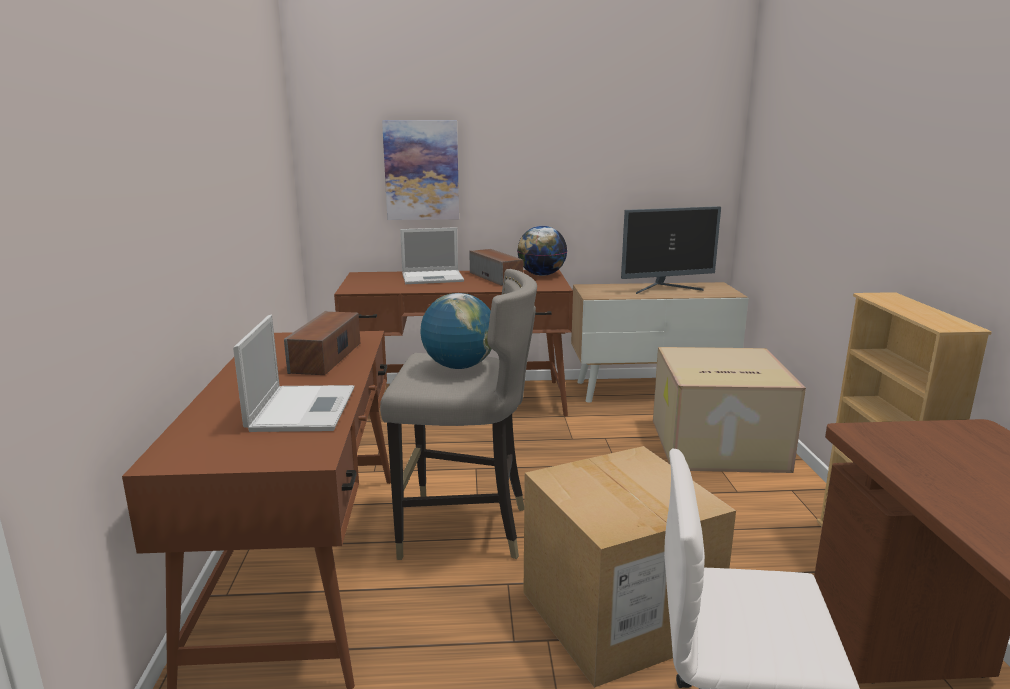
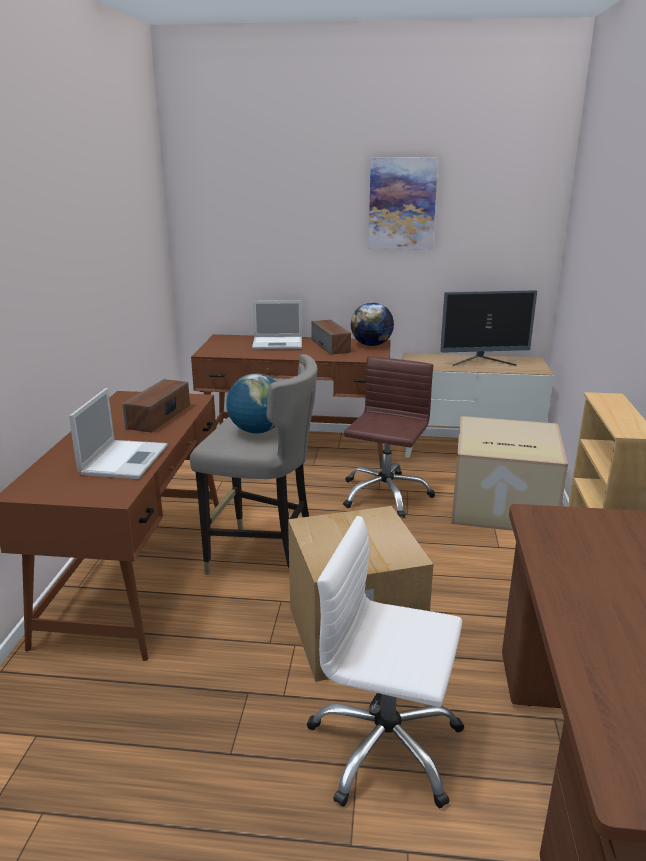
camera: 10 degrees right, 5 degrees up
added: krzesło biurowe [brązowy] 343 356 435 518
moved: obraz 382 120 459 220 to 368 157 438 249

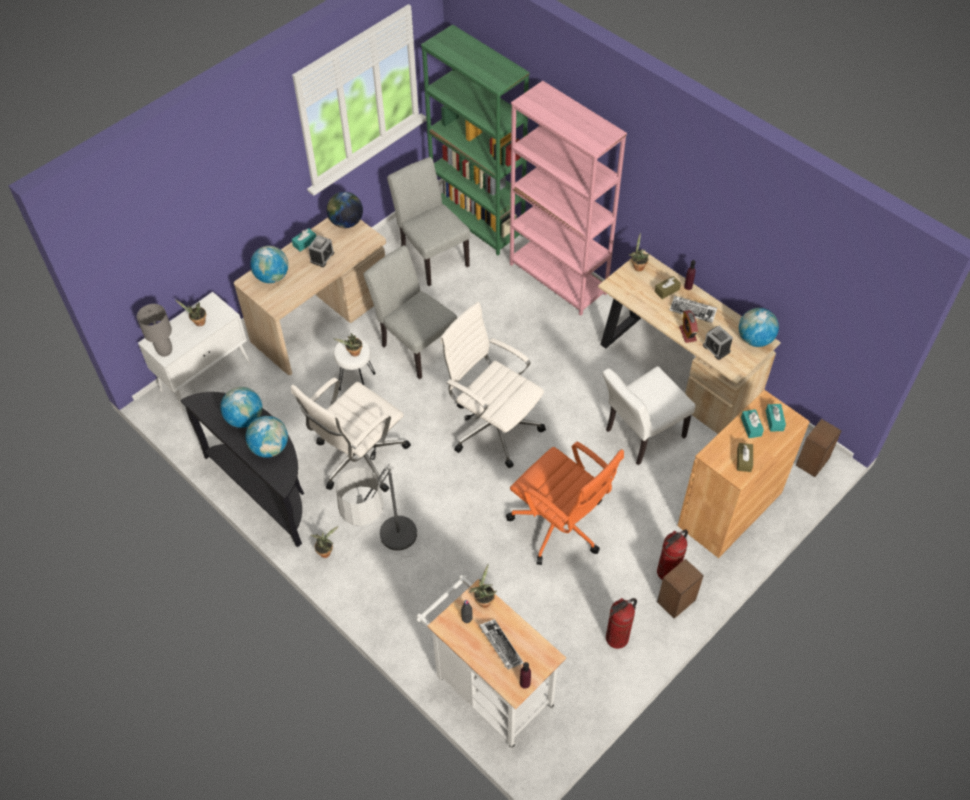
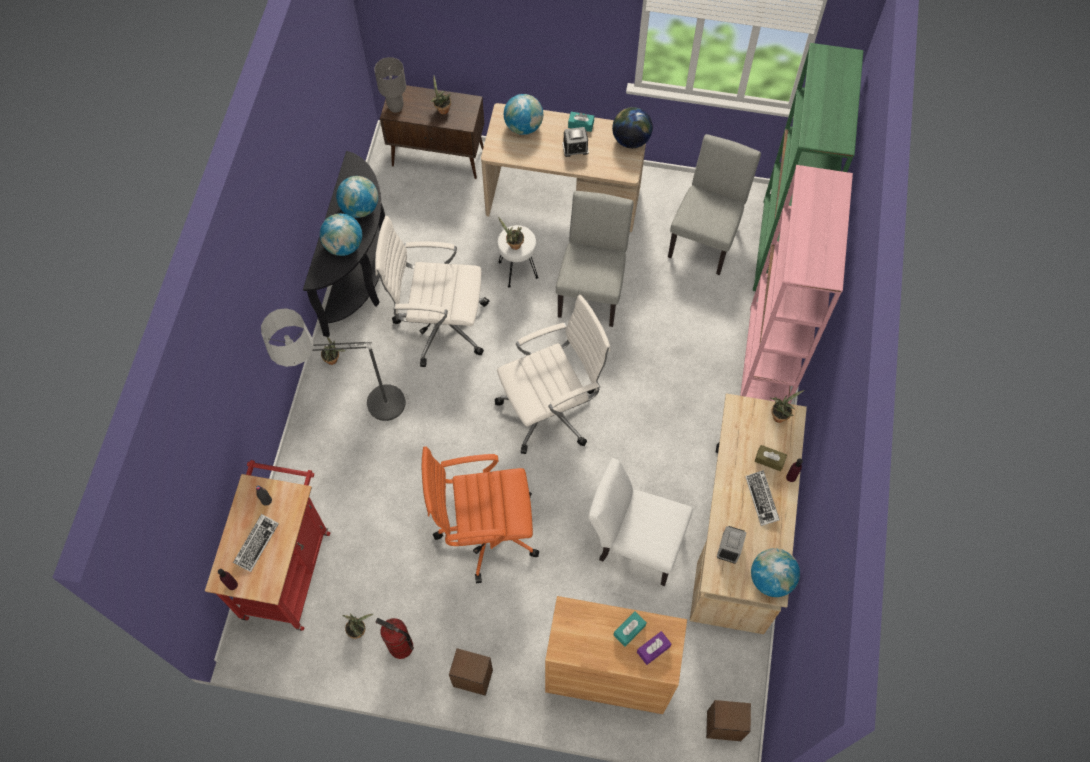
camera: 55 degrees right, 10 degrees up
removed: gaśnica 657 529 688 580; budzik 679 310 698 343; pudełko chusteczek [brązowy] 737 443 753 472
moved: roślina doniczkowa 469 564 497 608 to 342 614 374 639
recoloured: szafka [biały] 138 292 251 413 to szafka [brązowy] 380 85 484 179; wózek [biały] 416 575 566 748 to wózek [czerwony] 205 460 330 631; pudełko chusteczek [turkusowy] 766 404 786 432 to pudełko chusteczek [fioletowy] 637 631 671 665
turned: krzesło biurowe [biały] 440 302 546 468 = 495 295 611 454 60 degrees clockwise; krzesło biurowe [pomarańczowy] 506 442 624 565 = 422 446 539 583 75 degrees clockwise

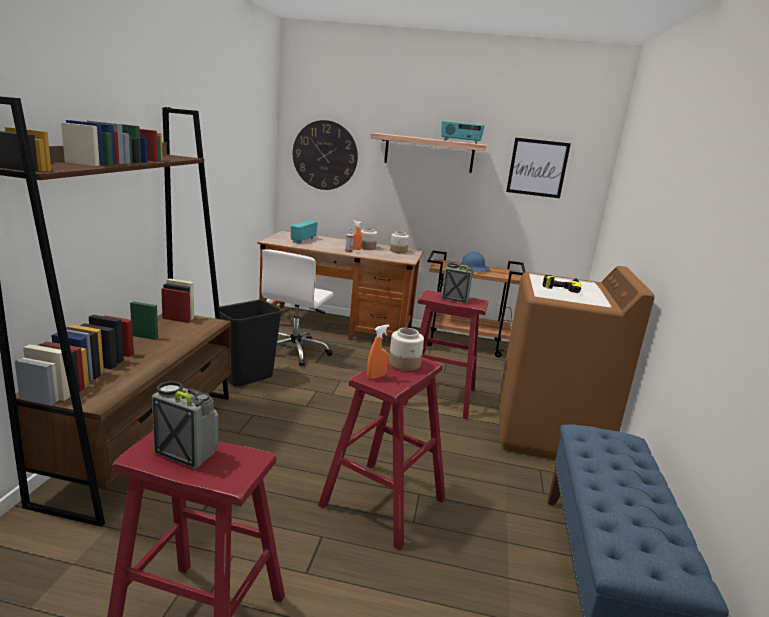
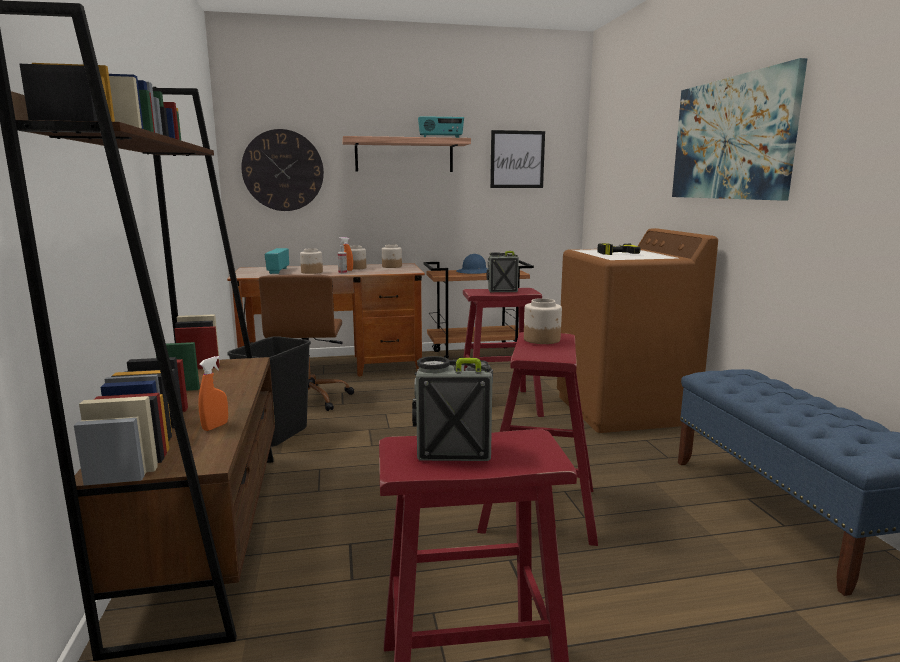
camera: 20 degrees left, 5 degrees down
added: słoik 300 248 323 274; obraz 672 58 807 200
moved: spryskiwacz [pomarańczowy] 367 325 389 379 to 198 356 228 431
recoloured: krzesło biurowe [biały] 261 249 333 366 to krzesło biurowe [brązowy] 258 275 354 411

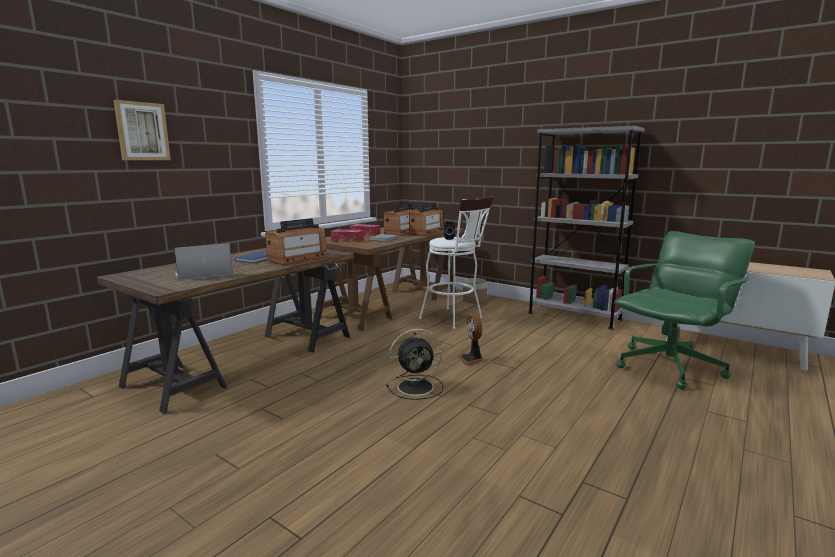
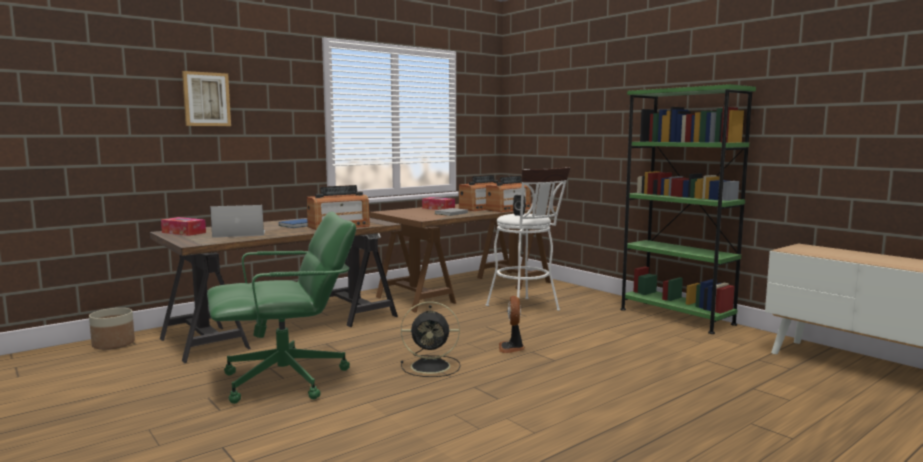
camera: 15 degrees right, 5 degrees down
moved: pudełko chusteczek 331 229 363 242 to 161 217 206 236; donica 463 278 487 304 to 89 308 135 350; krzesło biurowe [zielony] 614 231 755 389 to 207 212 356 404
recoloured: regał [szary] 528 126 644 330 to regał [zielony] 620 84 756 334

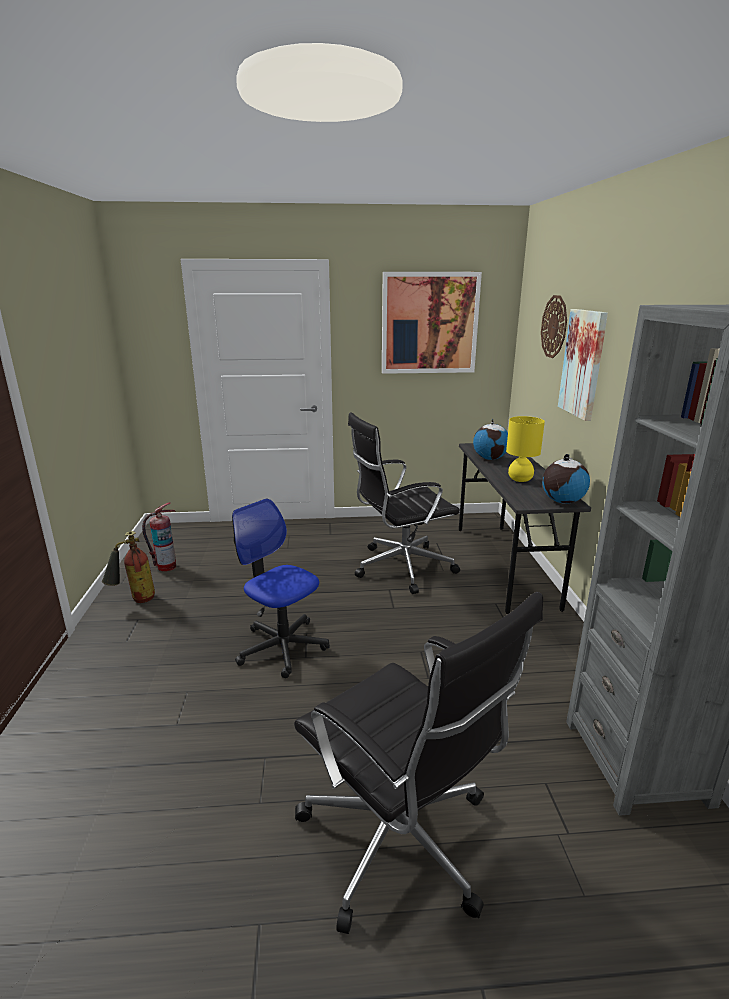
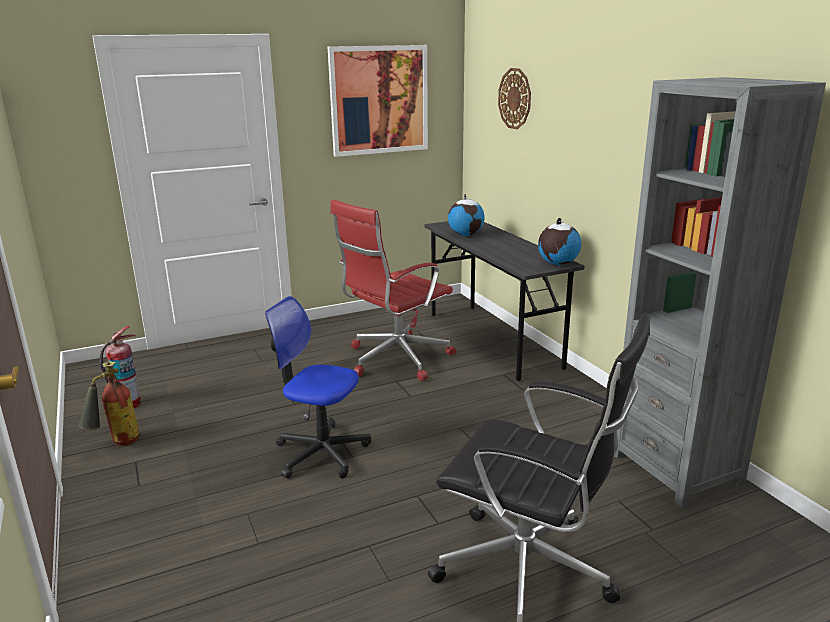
camera: 20 degrees left, 0 degrees up
removed: lampa stołowa [żółty] 506 416 545 482; obraz 558 309 608 421
recoloured: krzesło biurowe [czarny] 348 412 460 594 to krzesło biurowe [czerwony] 330 199 456 381

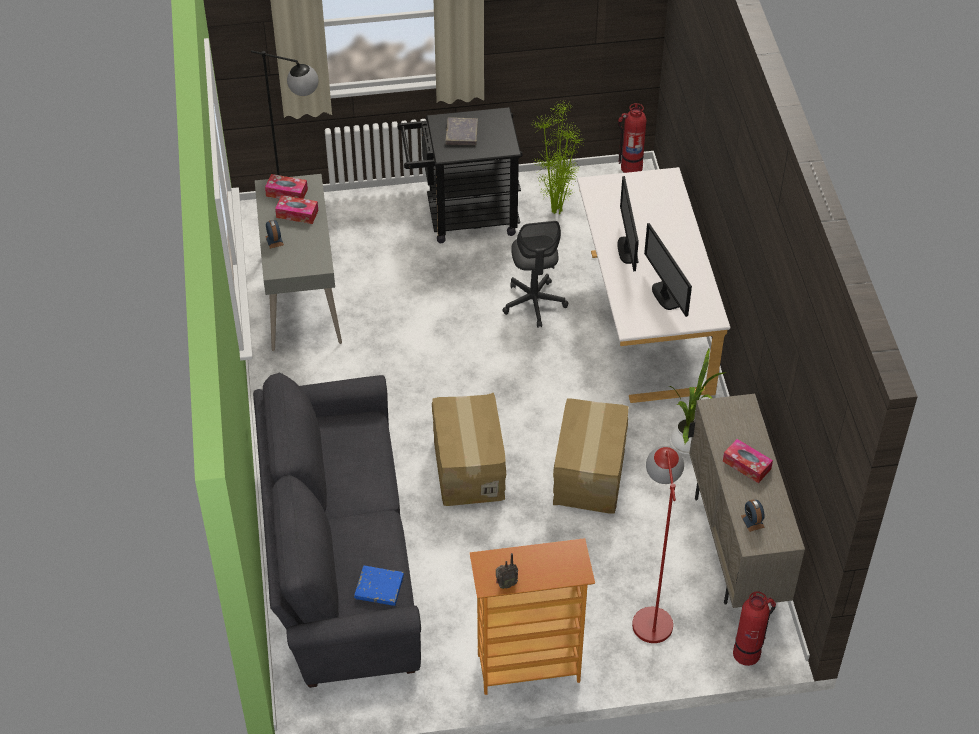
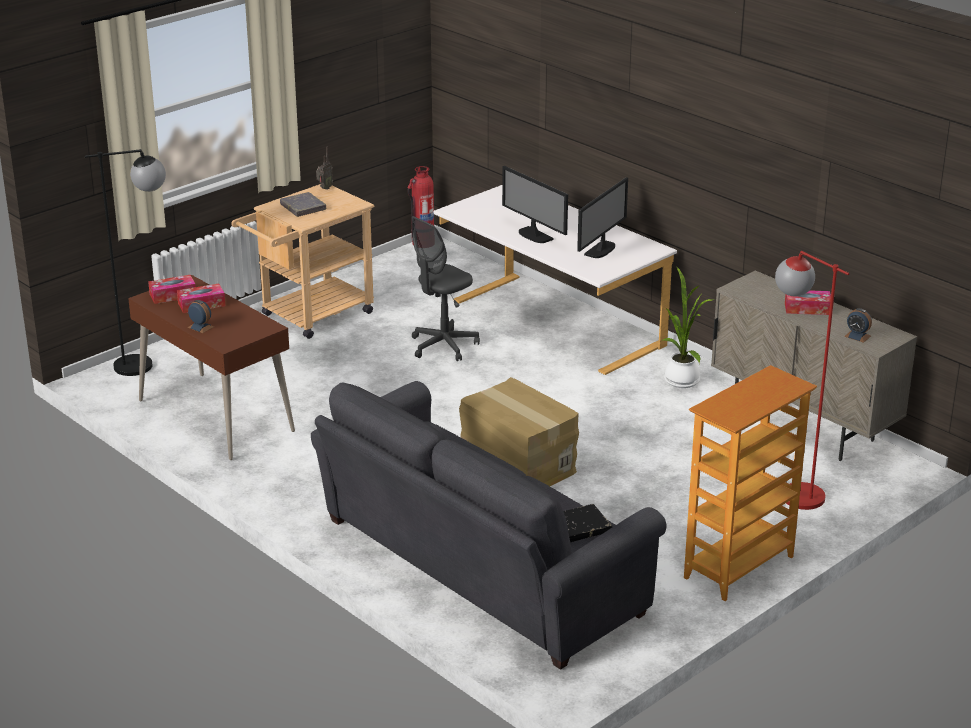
camera: 35 degrees left, 20 degrees down
removed: roślina doniczkowa 533 101 583 214; karton 553 398 628 514; gaśnica 733 592 776 666
moved: radio 496 553 518 589 to 316 146 333 190
recoloured: biurko [szary] 255 174 342 351 to biurko [brązowy] 128 275 295 460; książka [niebieski] 354 566 404 606 to książka [czarny] 563 504 612 542; wózek [czarny] 397 107 523 243 to wózek [beżowy] 231 184 374 339
turned: krzesło biurowe [szary] 502 221 568 328 = 412 216 480 361 90 degrees clockwise; monitor 644 223 692 317 = 577 177 628 258 90 degrees counterclockwise

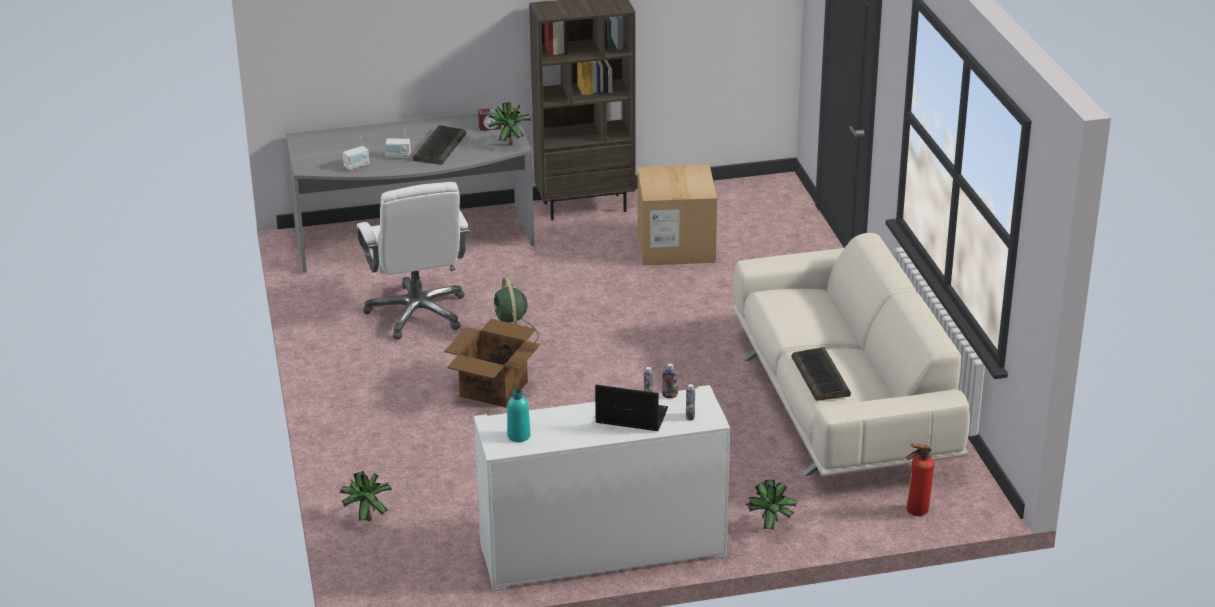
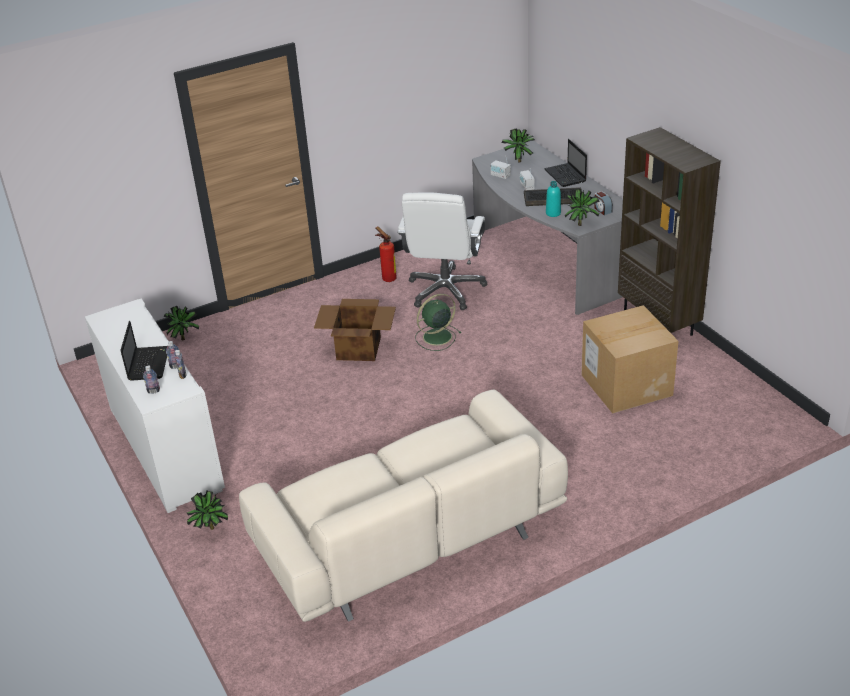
camera: 75 degrees right, 5 degrees up
removed: klawiatura 791 347 851 401
added: roślina doniczkowa 502 128 535 163; laptop 544 139 587 187
moved: butelka [turkusowy] 507 389 531 442 to 546 181 561 217; gaśnica 906 444 935 516 to 375 226 397 282
turned: krzesło biurowe [biały] 357 182 470 340 = 397 193 487 310 45 degrees counterclockwise

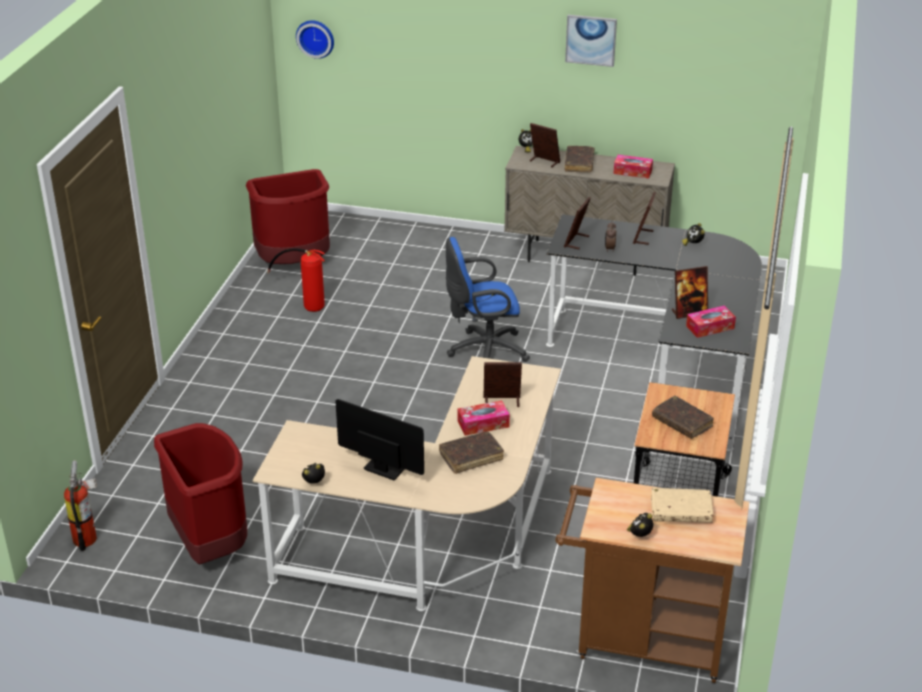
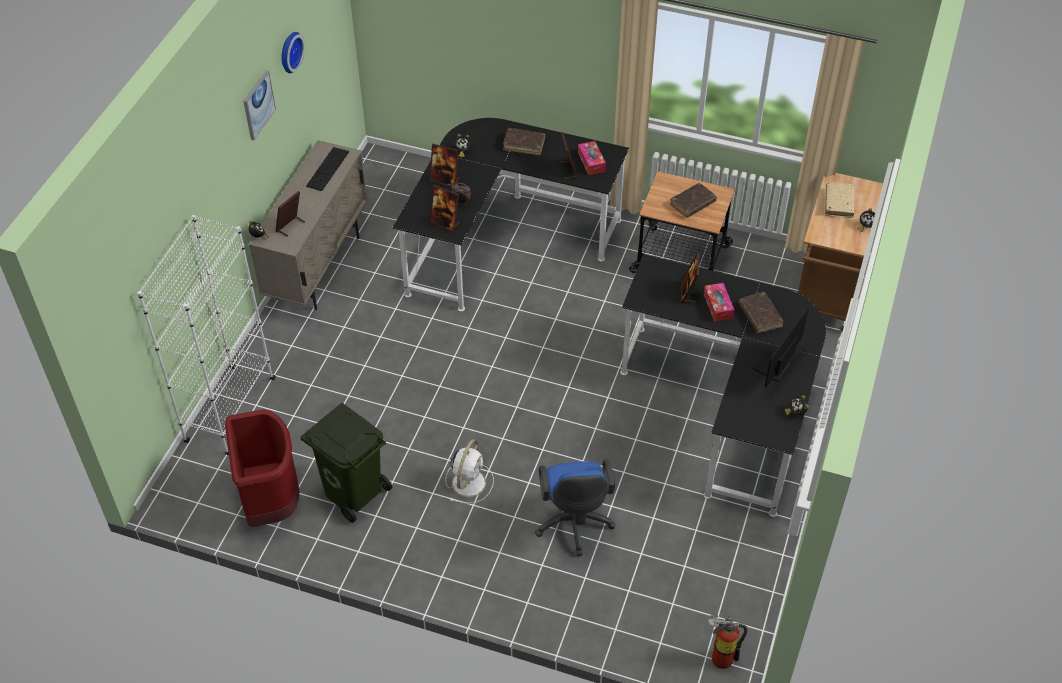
camera: 85 degrees left, 15 degrees up
removed: kosz na śmieci [czerwony] 154 423 247 564
added: regał [biały] 137 215 276 455; wentylator [biały] 445 439 494 503
moved: zegar ścienny 296 20 334 59 to 281 32 305 73; krzesło biurowe [niebieski] 446 237 530 362 to 535 459 615 556; książka [brązowy] 565 146 594 172 to 503 128 545 155
replaced: gaśnica 267 248 325 312 to kosz na śmieci [zielony] 301 403 392 523; pudełko chusteczek 613 155 653 178 to klawiatura 306 147 349 191
recoloured: biurko [beżowy] 252 356 561 611 to biurko [czarny] 620 254 826 517

